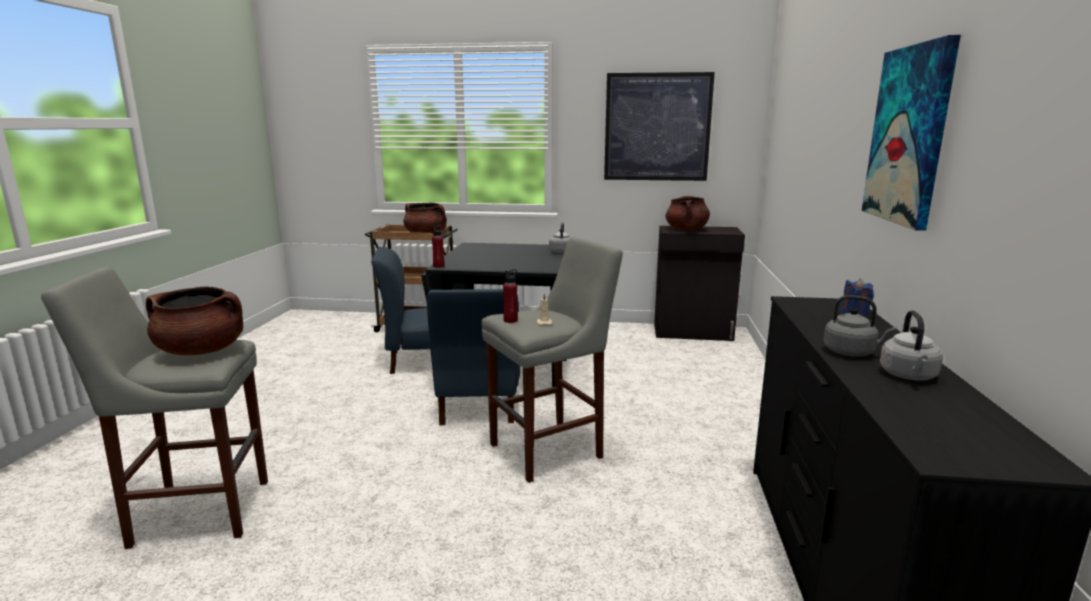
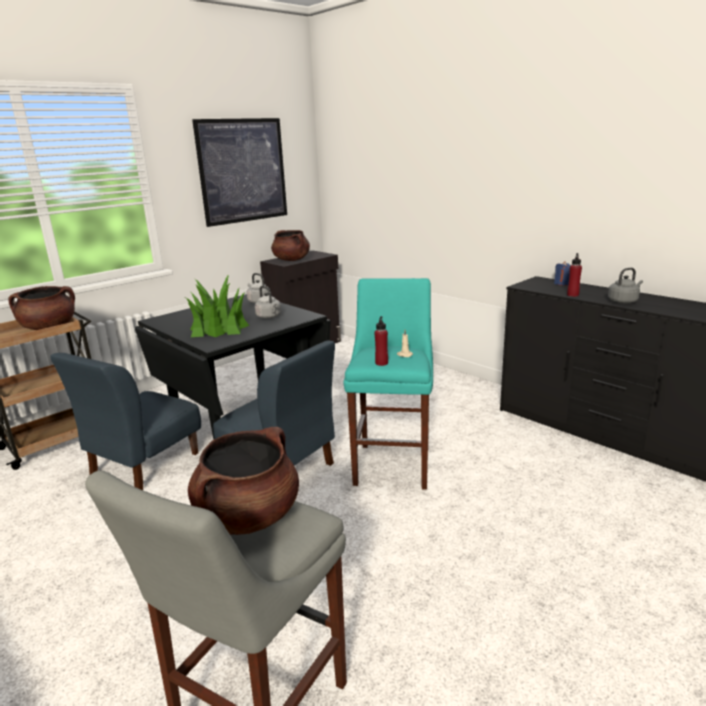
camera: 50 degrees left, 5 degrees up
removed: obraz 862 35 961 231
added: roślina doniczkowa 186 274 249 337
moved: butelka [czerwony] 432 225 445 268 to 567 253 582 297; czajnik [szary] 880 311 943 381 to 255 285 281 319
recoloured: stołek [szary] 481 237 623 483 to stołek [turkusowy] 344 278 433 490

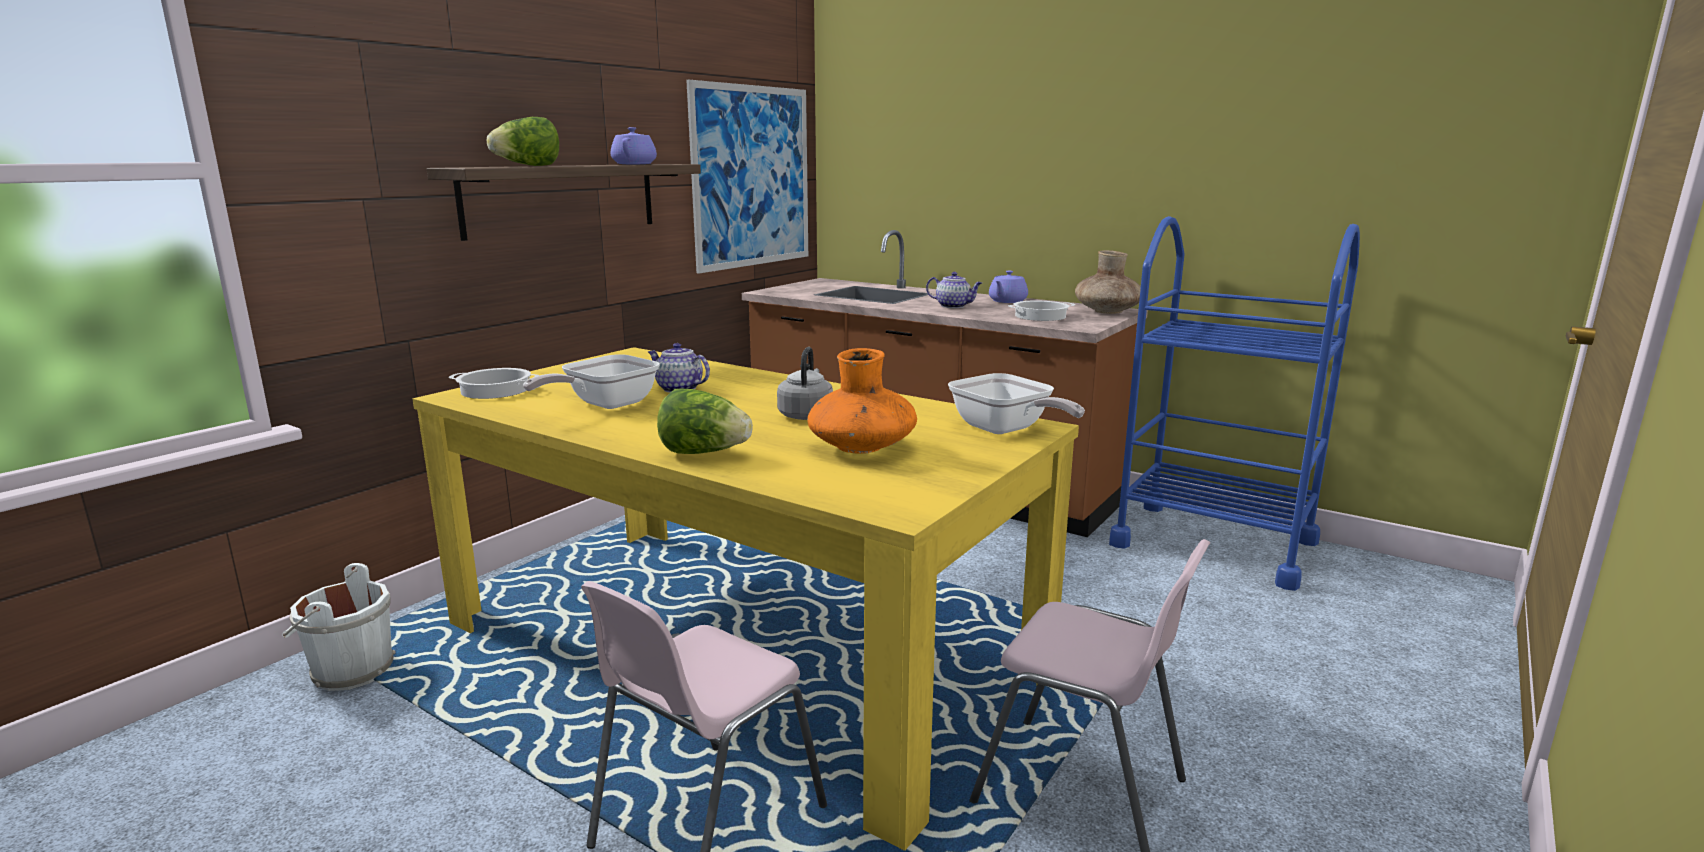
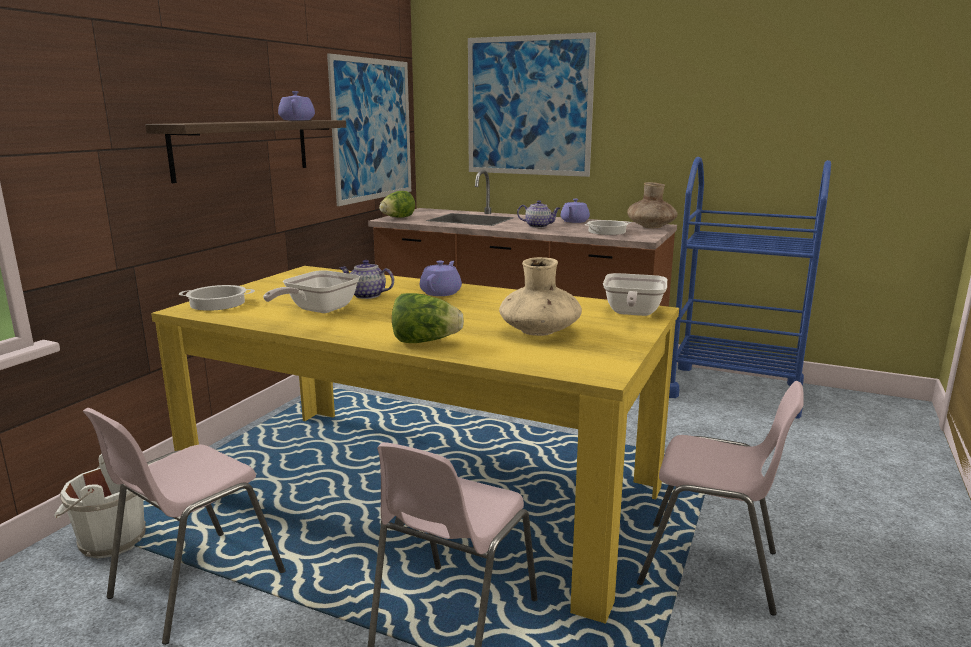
camera: 10 degrees left, 0 degrees up
removed: czajnik [szary] 777 347 833 420
added: krzesło [różowy] 83 408 286 645; imbryk [fioletowy] 420 261 462 296; obraz 468 32 596 177
moved: sałata 487 117 559 166 to 379 191 415 218
recoloured: wazon [pomarańczowy] 807 348 917 454 to wazon [beżowy] 499 257 582 336
turned: patelnia 948 373 1085 434 = 603 273 667 316 60 degrees clockwise

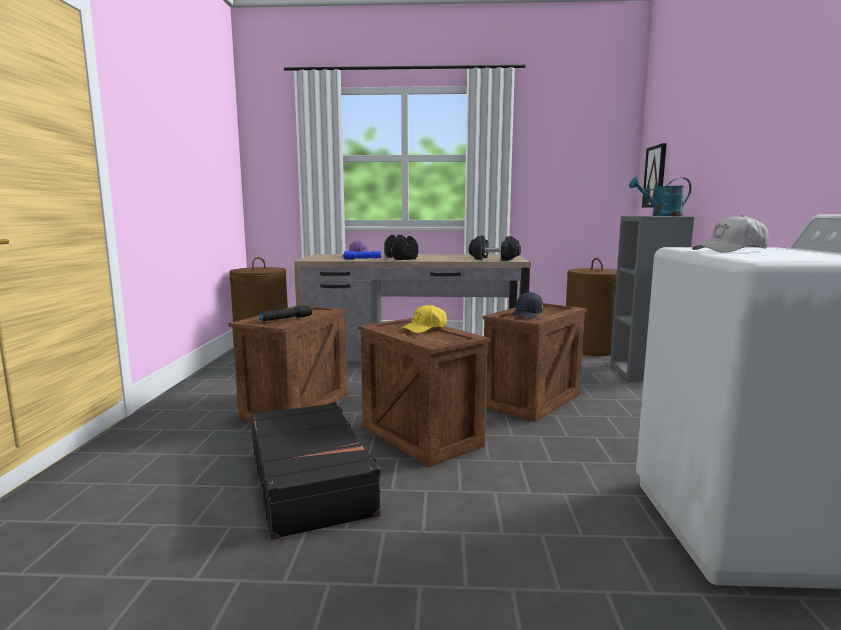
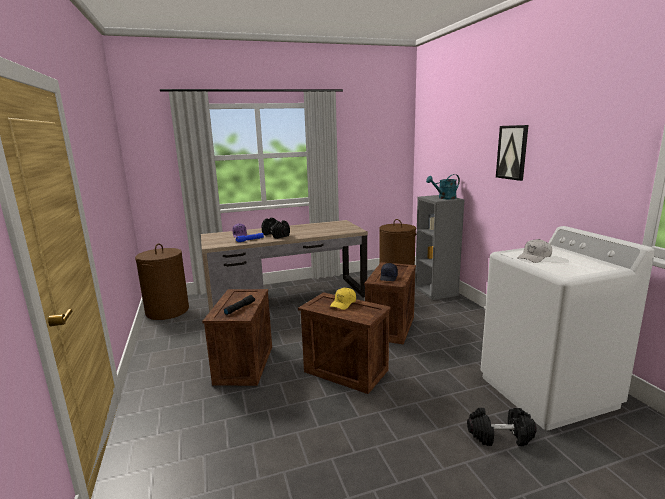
camera: 20 degrees left, 5 degrees up
removed: walizka [czarny] 251 402 383 540
moved: hantel [czarny] 469 235 521 261 to 467 408 537 446; obraz 642 143 667 208 to 496 125 528 181

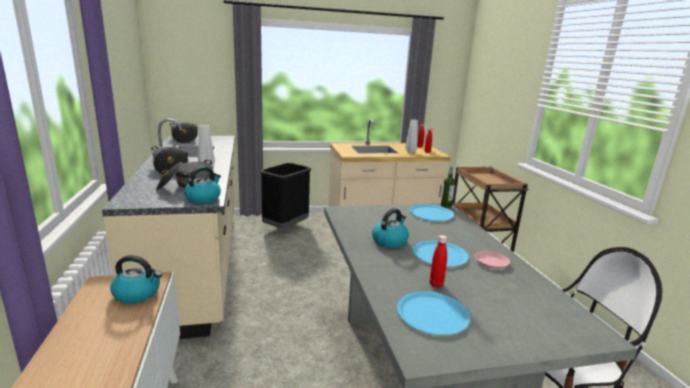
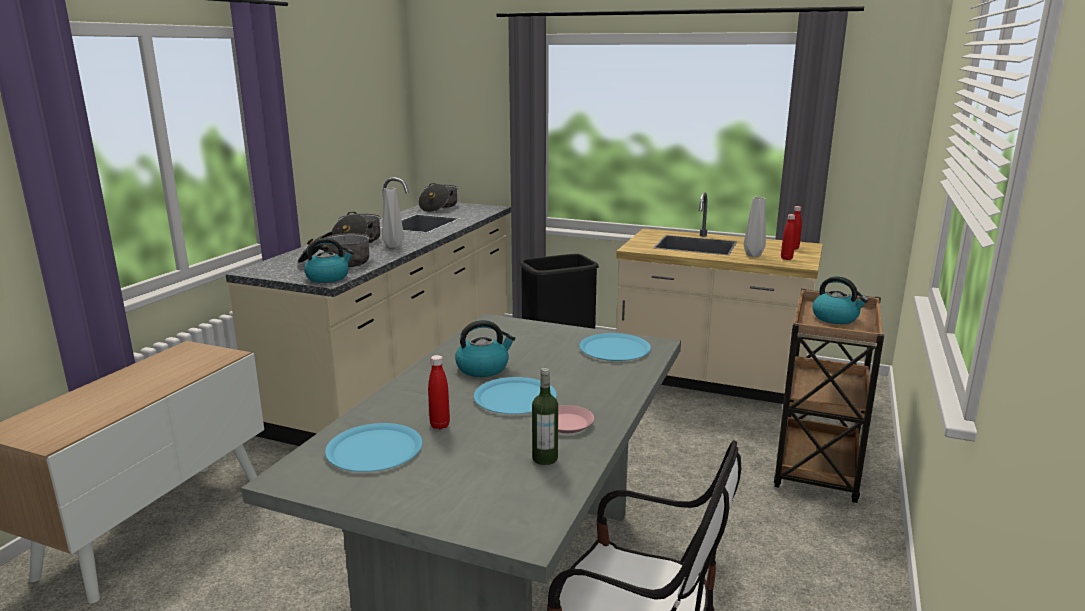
camera: 35 degrees right, 0 degrees up
moved: czajnik 110 255 162 304 to 812 276 868 324; butelka 441 166 455 208 to 532 368 558 465

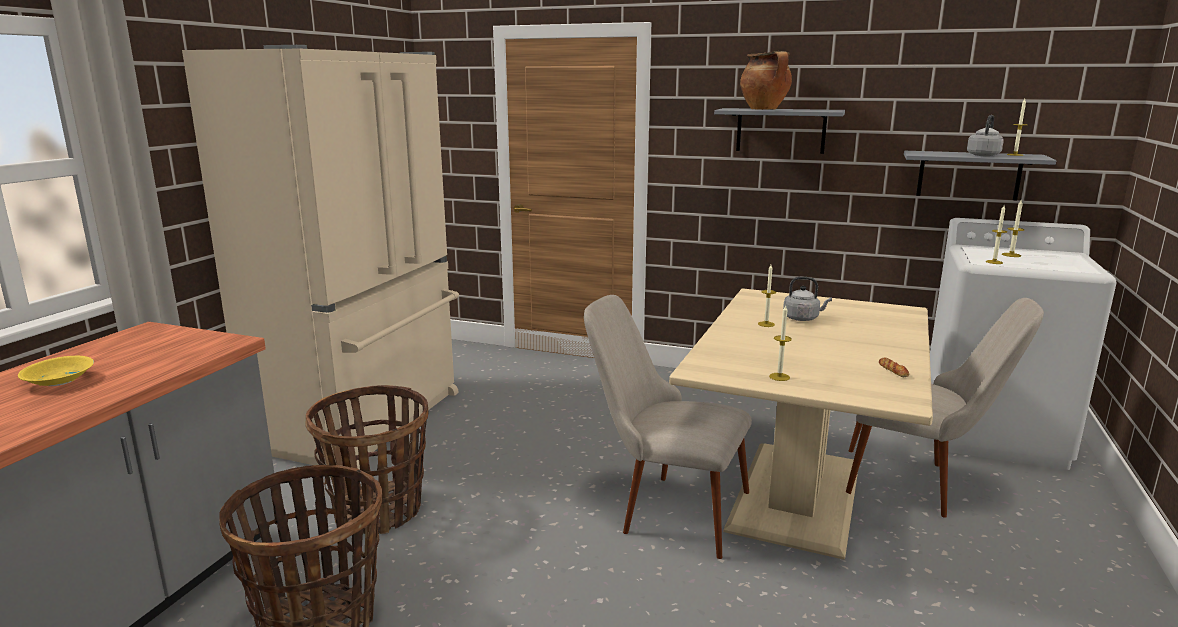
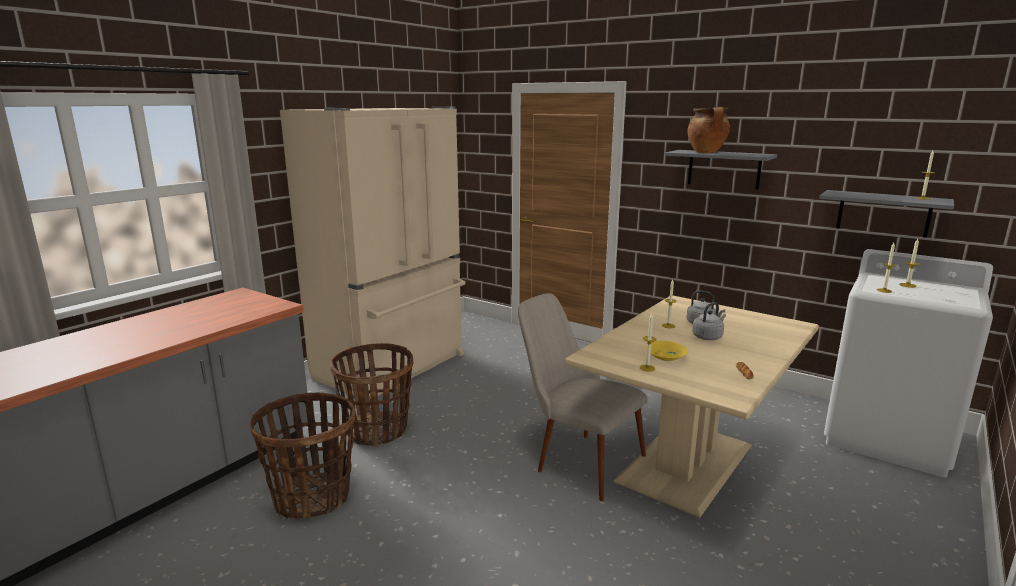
camera: 15 degrees right, 0 degrees up
removed: krzesło [beżowy] 846 298 1044 518
moved: miska [żółty] 18 356 94 386 to 646 341 688 361; czajnik [szary] 967 115 1004 156 to 692 302 726 340

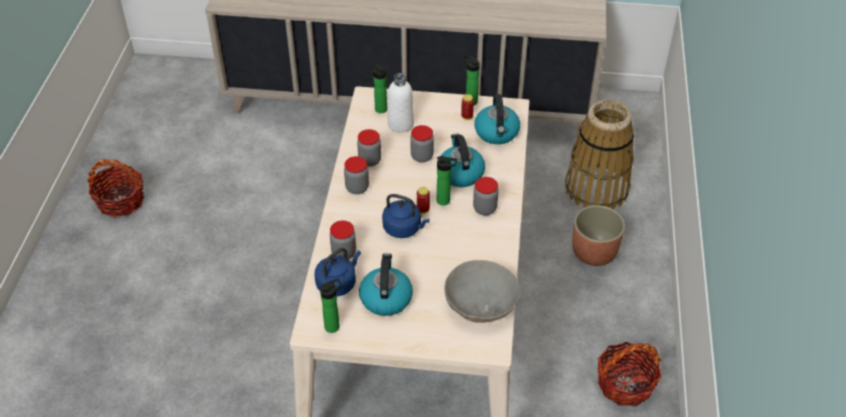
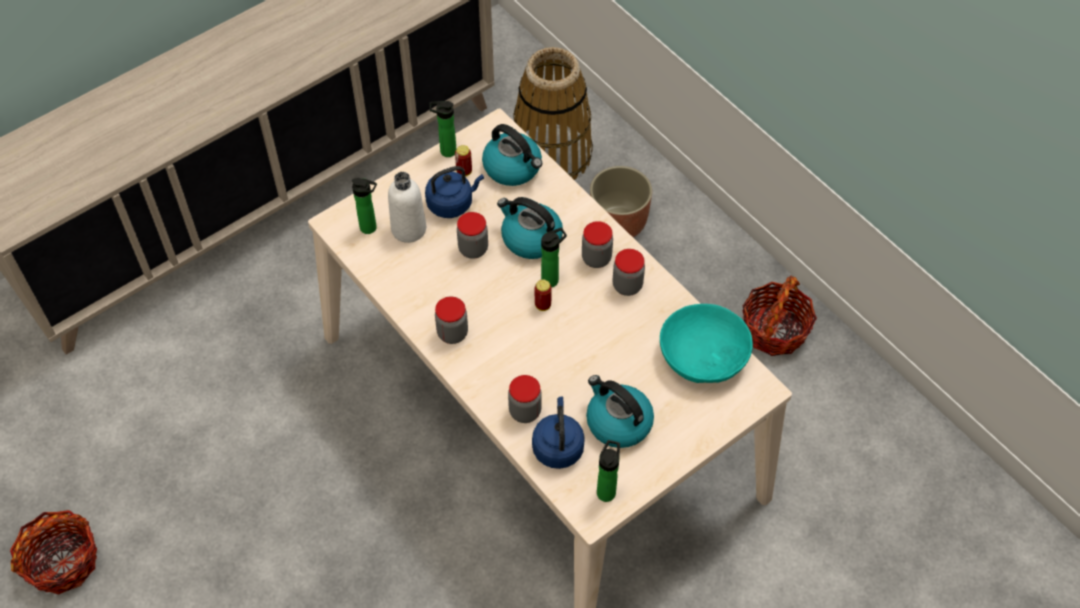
camera: 45 degrees left, 10 degrees up
moved: słoik 357 129 381 167 to 613 249 645 296; czajnik [niebieski] 382 194 430 238 to 425 166 484 218
recoloured: miska [szary] 444 260 520 323 to miska [turkusowy] 660 304 753 383

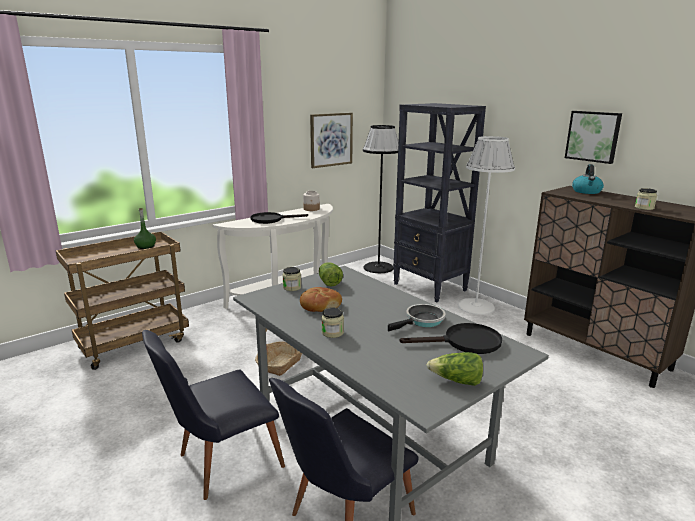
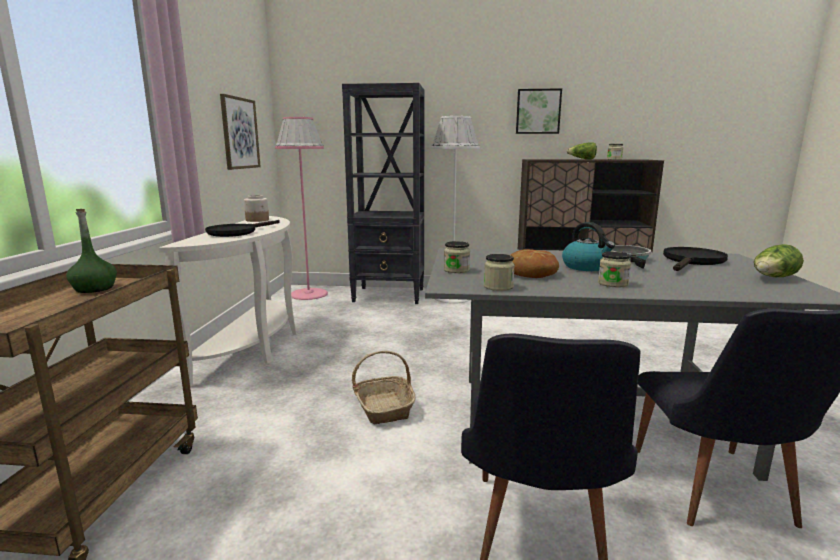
camera: 45 degrees left, 5 degrees down
added: słoik 484 254 515 291
moved: sałata 319 262 343 287 to 567 142 597 159; czajnik 572 164 604 194 to 562 222 615 271
recoloured: lampa stojąca [czarny] 363 125 399 273 to lampa stojąca [różowy] 275 117 328 300

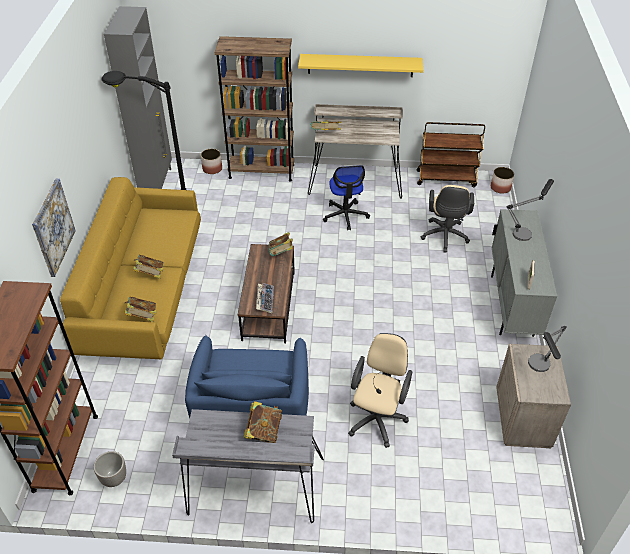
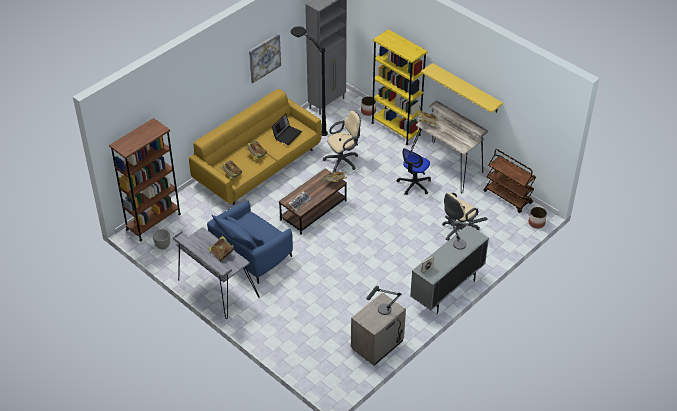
camera: 40 degrees right, 0 degrees up
added: laptop 272 113 302 145
moved: obraz 32 178 76 277 to 249 33 281 83; krzesło biurowe [beżowy] 348 333 412 448 to 323 111 361 172
recoloured: regał [brązowy] 215 36 294 182 to regał [żółty] 371 29 428 145

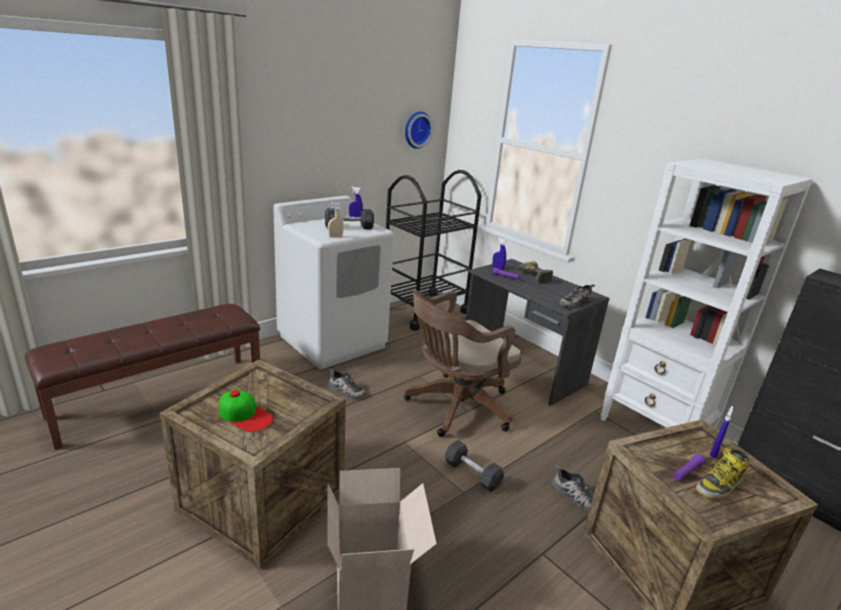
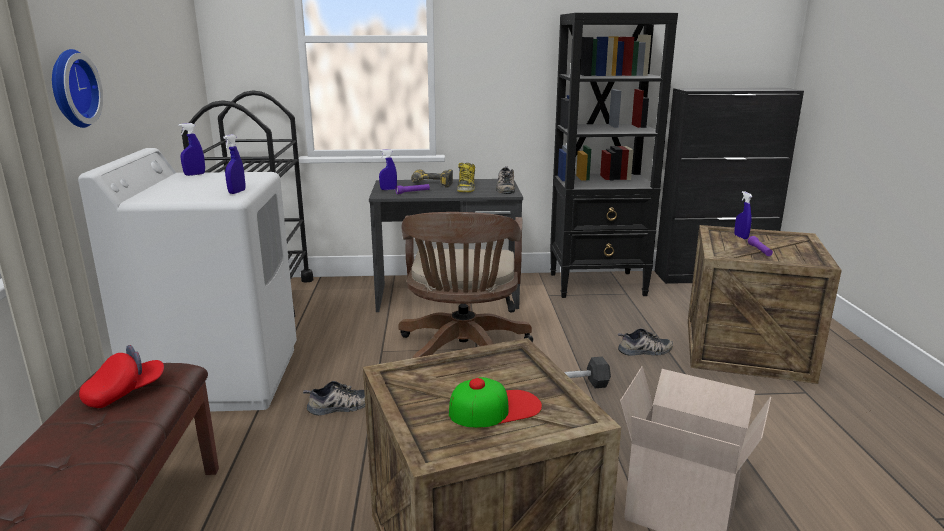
camera: 50 degrees left, 5 degrees down
removed: hantel [czarny] 325 208 374 229
added: czapka z daszkiem [czerwony] 79 345 164 408
moved: zegar ścienny 405 112 433 149 to 52 49 103 128; but z cholewką 696 446 750 499 to 457 163 475 192
recoloured: spryskiwacz [beżowy] 328 202 344 238 to spryskiwacz [niebieski] 223 134 245 194; regał [biały] 601 159 813 429 to regał [czarny] 550 13 678 298

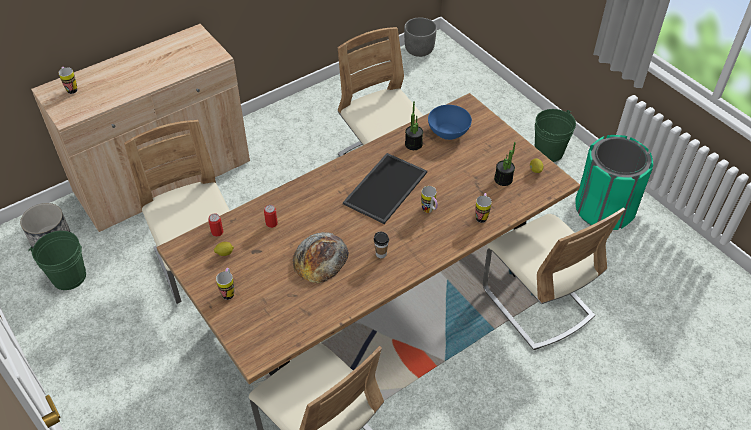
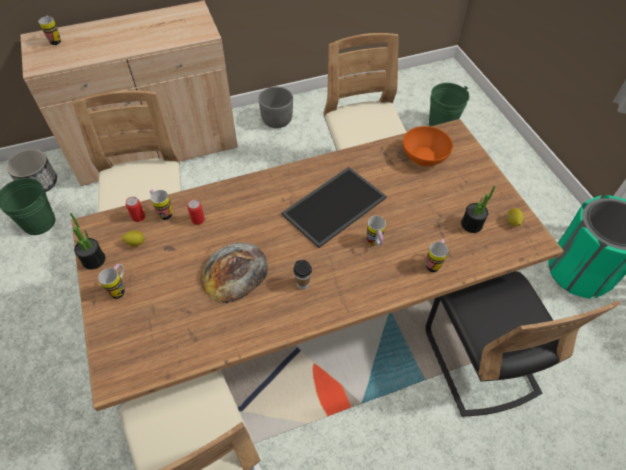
camera: 15 degrees right, 5 degrees up
added: kubek 150 190 172 220
moved: donica [szary] 404 17 437 57 to 259 87 293 128; roślina doniczkowa 405 101 423 150 to 70 213 105 270; wiadro [zielony] 534 109 576 162 to 429 83 469 127
recoloured: miska [niebieski] 428 105 472 140 to miska [pomarańczowy] 403 126 453 166; krzesło [beżowy] 483 207 625 350 to krzesło [czarny] 425 271 621 417

